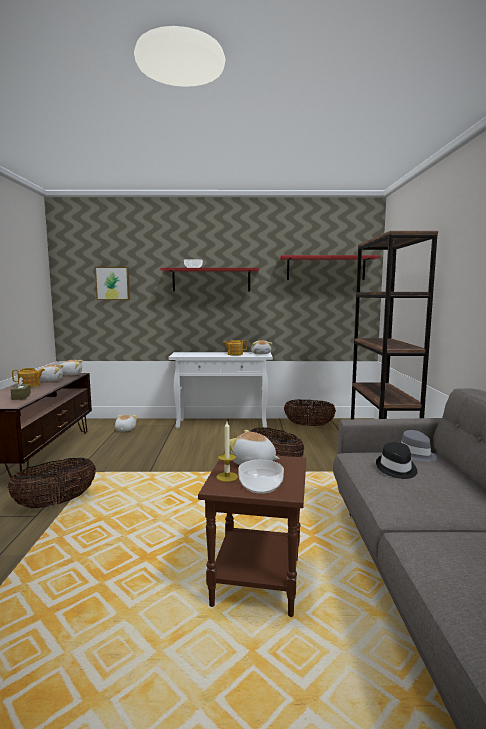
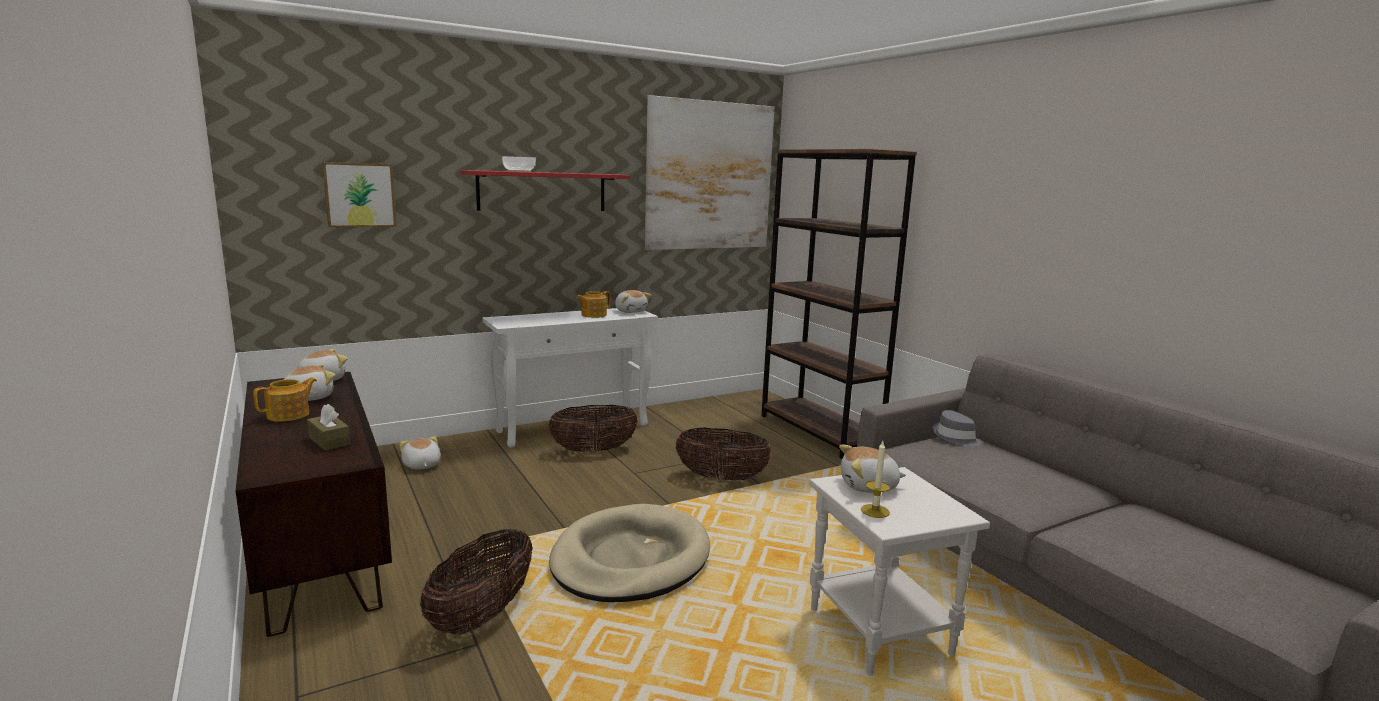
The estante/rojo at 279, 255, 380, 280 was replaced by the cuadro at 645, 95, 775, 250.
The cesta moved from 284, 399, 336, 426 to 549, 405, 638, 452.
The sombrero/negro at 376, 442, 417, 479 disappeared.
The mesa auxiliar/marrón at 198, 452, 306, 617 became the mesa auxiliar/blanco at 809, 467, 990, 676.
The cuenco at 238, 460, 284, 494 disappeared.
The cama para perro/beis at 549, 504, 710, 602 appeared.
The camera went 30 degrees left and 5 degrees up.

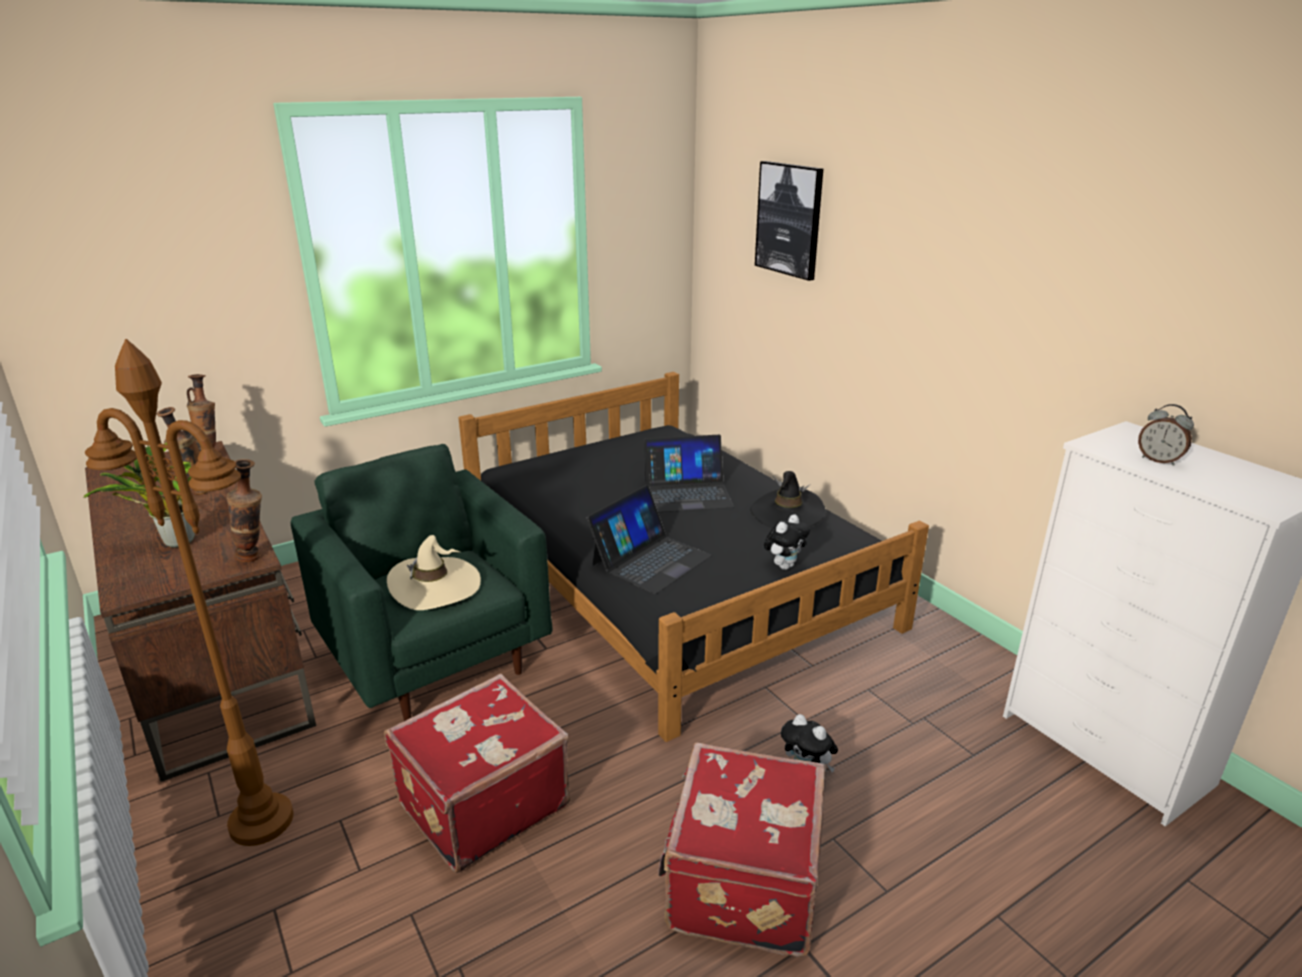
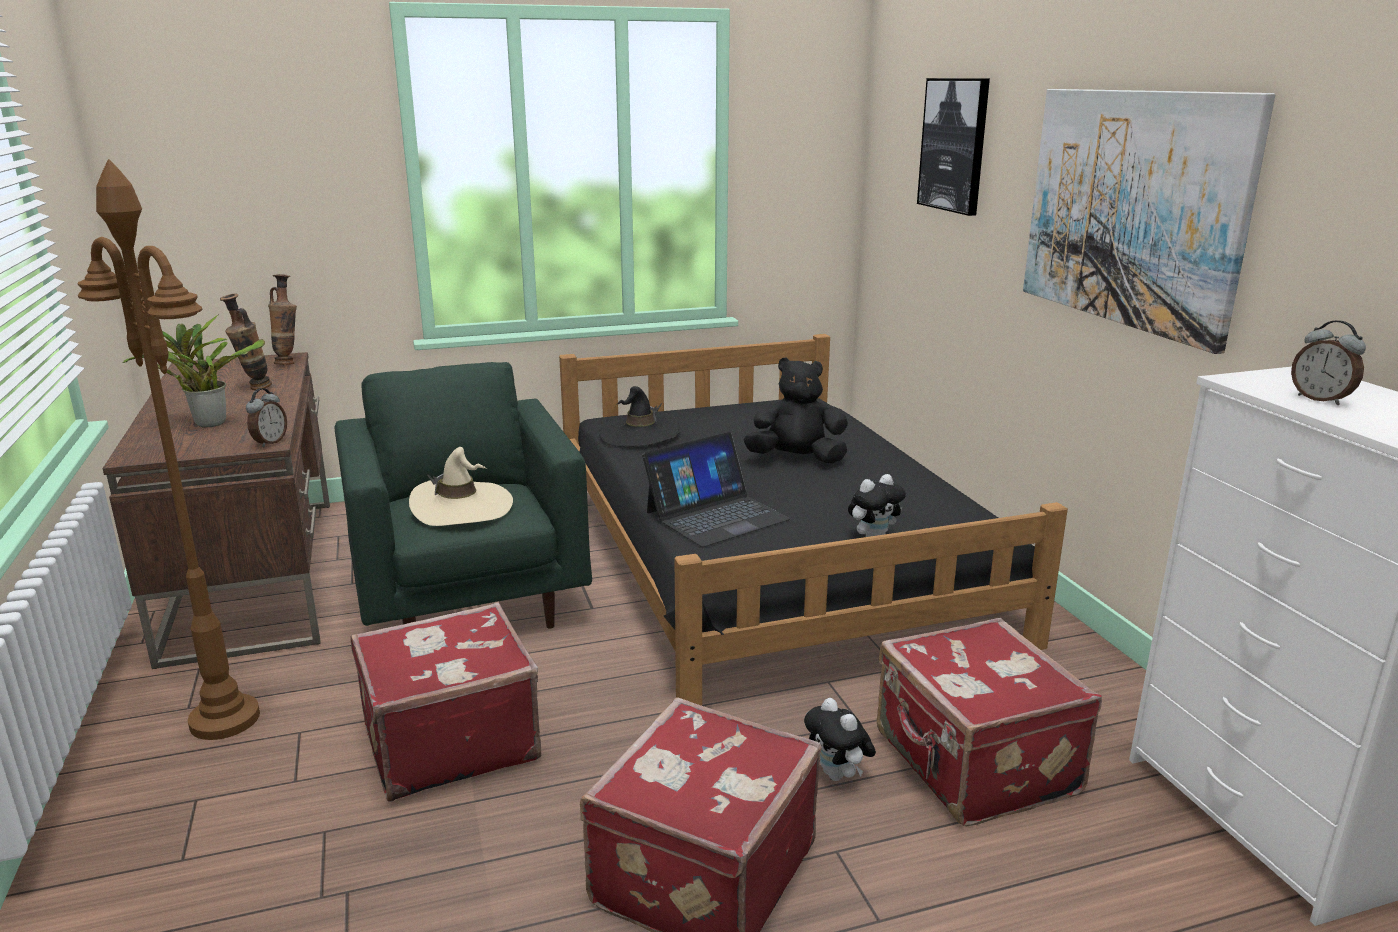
The portátil at 644, 435, 734, 512 was replaced by the peluche/negro at 744, 357, 848, 464.
The florero at 226, 459, 262, 562 was replaced by the despertador at 246, 388, 287, 447.
The sombrero/negro moved from 750, 471, 826, 529 to 599, 386, 679, 446.
The cuadro at 1023, 89, 1275, 354 appeared.
The maleta/rojo at 877, 618, 1102, 826 appeared.
The camera went 15 degrees right and 5 degrees down.

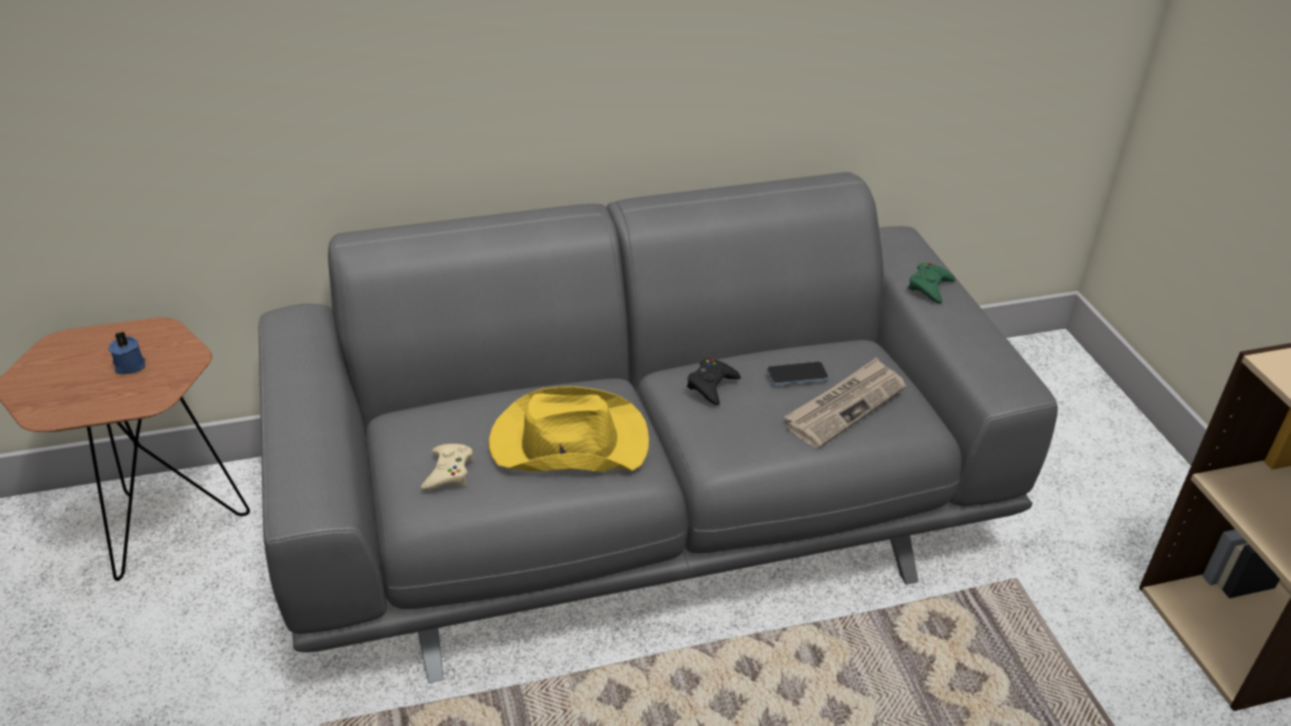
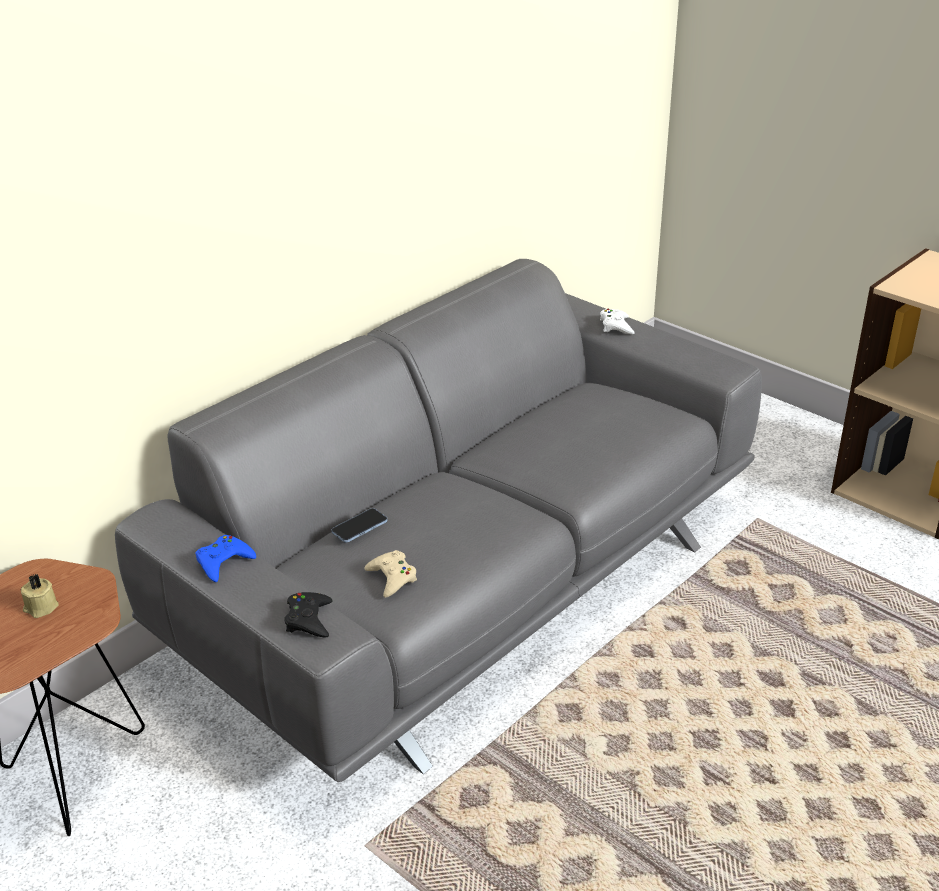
The mando de consola/verde at 908, 263, 956, 304 became the mando de consola/blanco at 600, 309, 635, 334.
The vela/azul at 109, 331, 145, 374 became the vela/beis at 21, 574, 59, 618.
The periódico at 784, 357, 906, 449 disappeared.
The mando de consola/negro moved from 687, 359, 741, 405 to 284, 592, 333, 638.
The móvil moved from 767, 361, 829, 386 to 331, 508, 388, 543.
The sombrero/amarillo at 489, 386, 649, 472 disappeared.
The mando de consola/azul at 195, 535, 256, 582 appeared.
The camera went 30 degrees left and 5 degrees down.

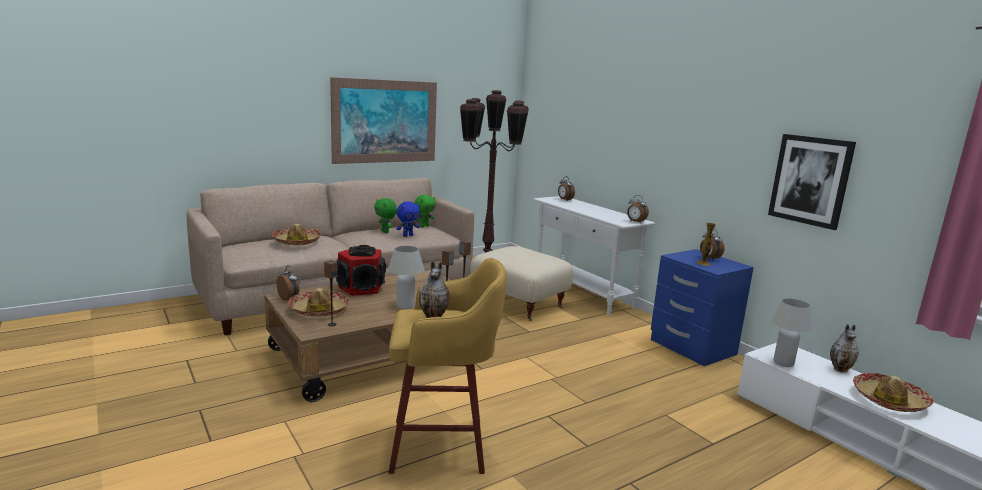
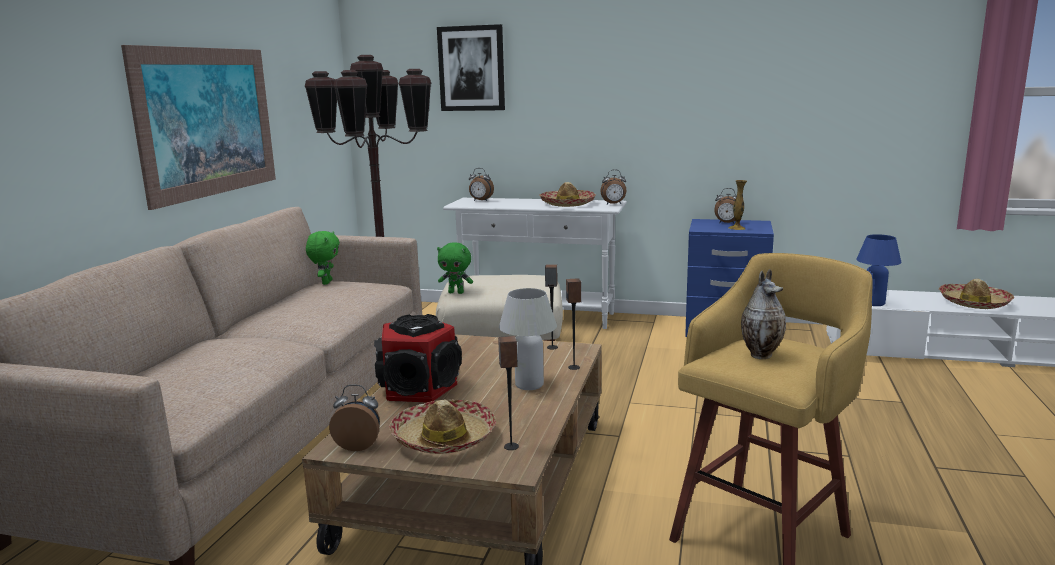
The cuadro moved from 768, 134, 856, 230 to 437, 24, 505, 111.
The peluche/verde moved from 374, 198, 397, 233 to 437, 242, 473, 294.
The peluche/azul at 397, 202, 420, 237 disappeared.
The sombrero moved from 272, 224, 322, 245 to 540, 182, 596, 207.
The lámpara de mesa/blanco at 770, 298, 814, 367 became the lámpara de mesa/azul at 856, 234, 901, 306.
The florero at 830, 324, 859, 373 disappeared.
The camera went 40 degrees left and 0 degrees up.

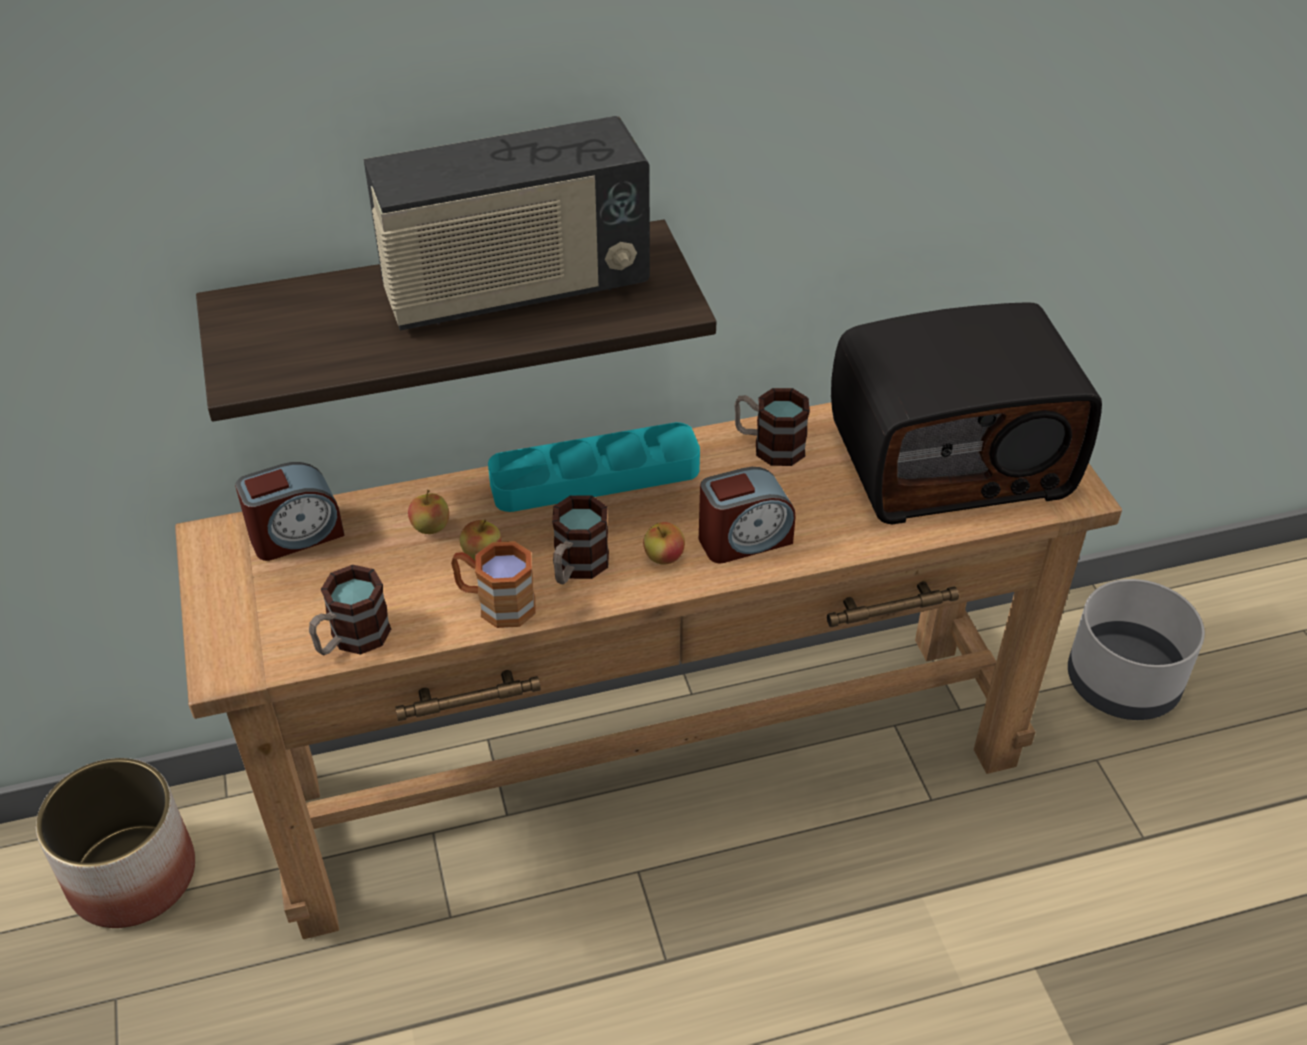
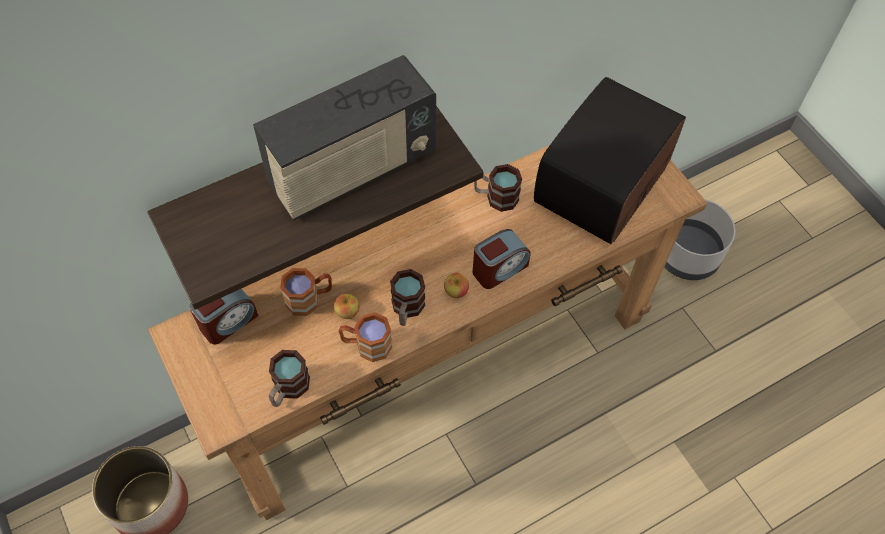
The radio at 831, 302, 1102, 524 turned 150 degrees clockwise.
The bandeja/turquesa at 488, 422, 700, 512 disappeared.
The manzana at 408, 489, 449, 534 was replaced by the taza grande/marrón at 280, 268, 332, 316.
The camera went 15 degrees left and 15 degrees up.

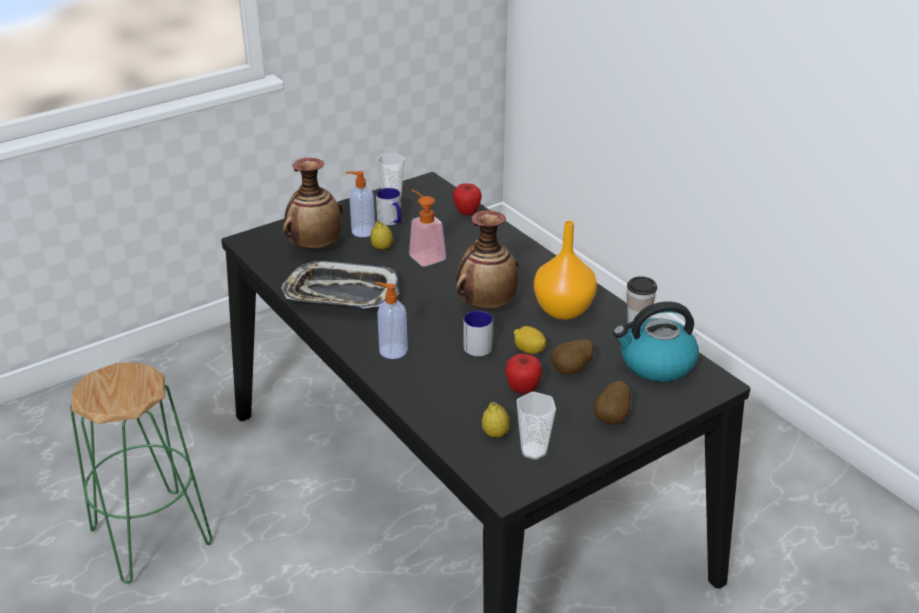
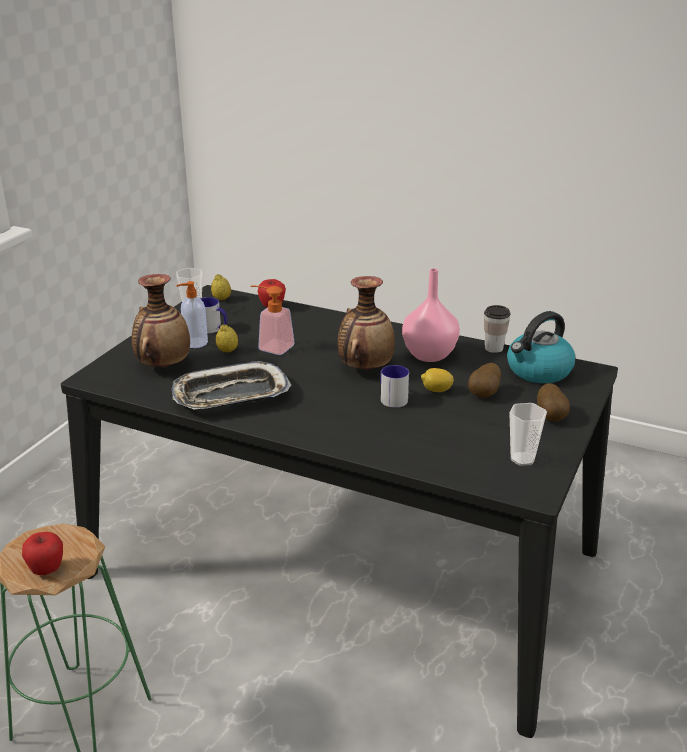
The florero/naranja at 534, 220, 597, 320 became the florero/rosa at 402, 268, 460, 362.
The dispensador de jabón at 375, 282, 408, 359 disappeared.
The manzana moved from 505, 353, 543, 394 to 22, 532, 63, 575.
The limón moved from 482, 402, 510, 438 to 211, 274, 231, 300.
The camera went 30 degrees left and 5 degrees down.

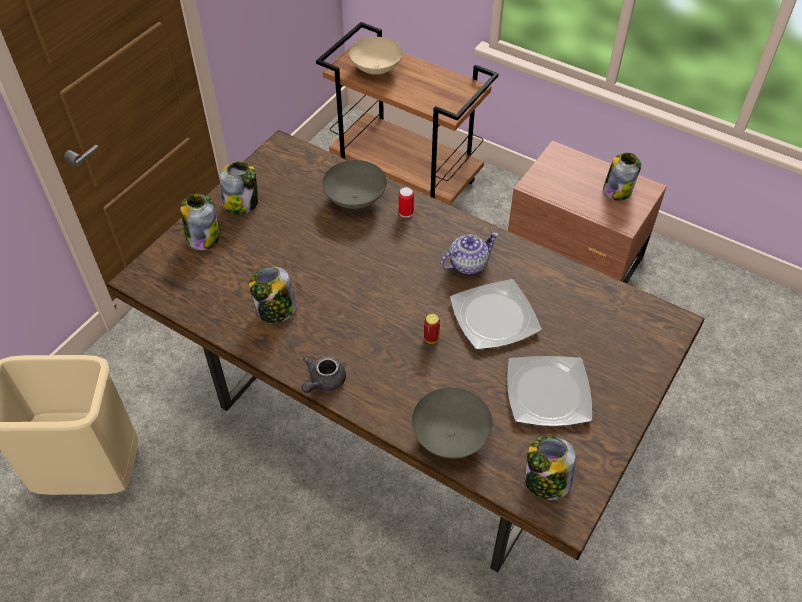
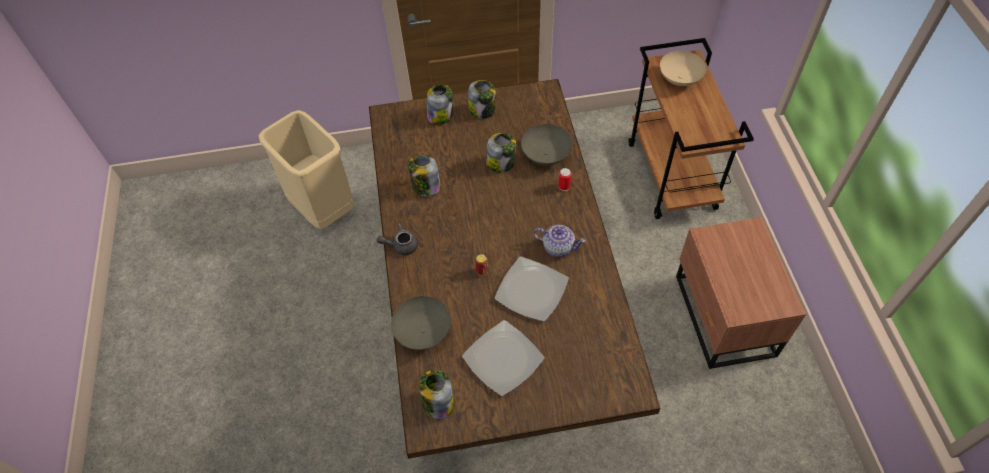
The tarro moved from 603, 153, 641, 201 to 486, 133, 516, 173.
The camera went 50 degrees right and 5 degrees up.

